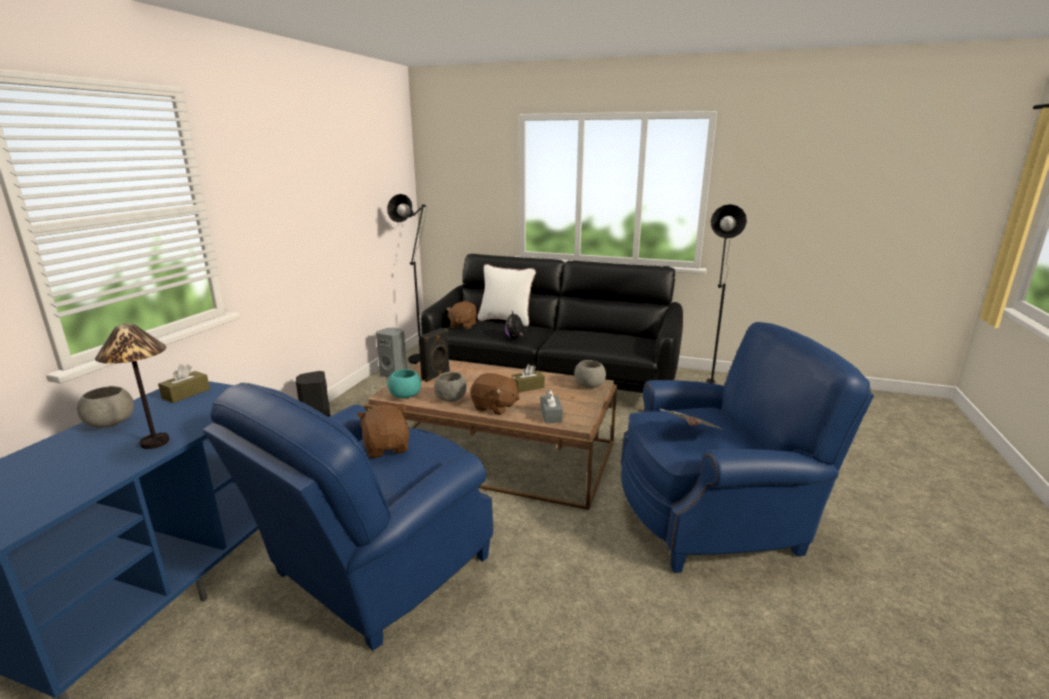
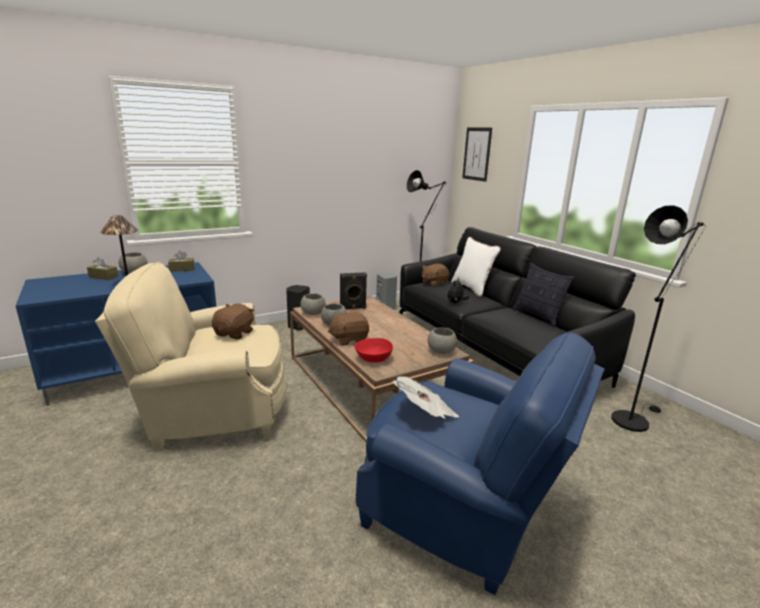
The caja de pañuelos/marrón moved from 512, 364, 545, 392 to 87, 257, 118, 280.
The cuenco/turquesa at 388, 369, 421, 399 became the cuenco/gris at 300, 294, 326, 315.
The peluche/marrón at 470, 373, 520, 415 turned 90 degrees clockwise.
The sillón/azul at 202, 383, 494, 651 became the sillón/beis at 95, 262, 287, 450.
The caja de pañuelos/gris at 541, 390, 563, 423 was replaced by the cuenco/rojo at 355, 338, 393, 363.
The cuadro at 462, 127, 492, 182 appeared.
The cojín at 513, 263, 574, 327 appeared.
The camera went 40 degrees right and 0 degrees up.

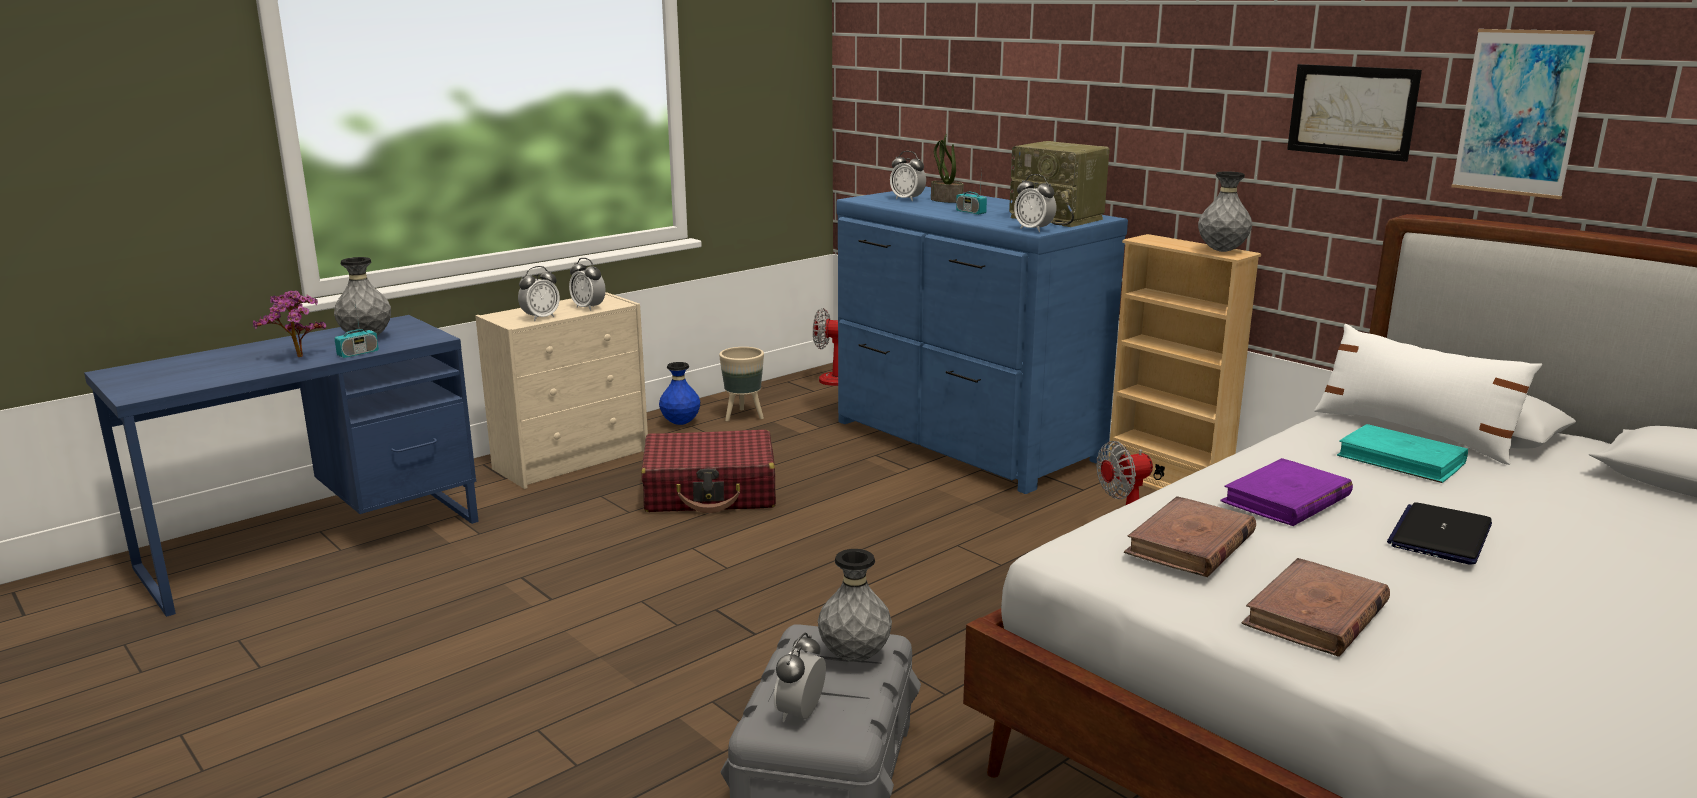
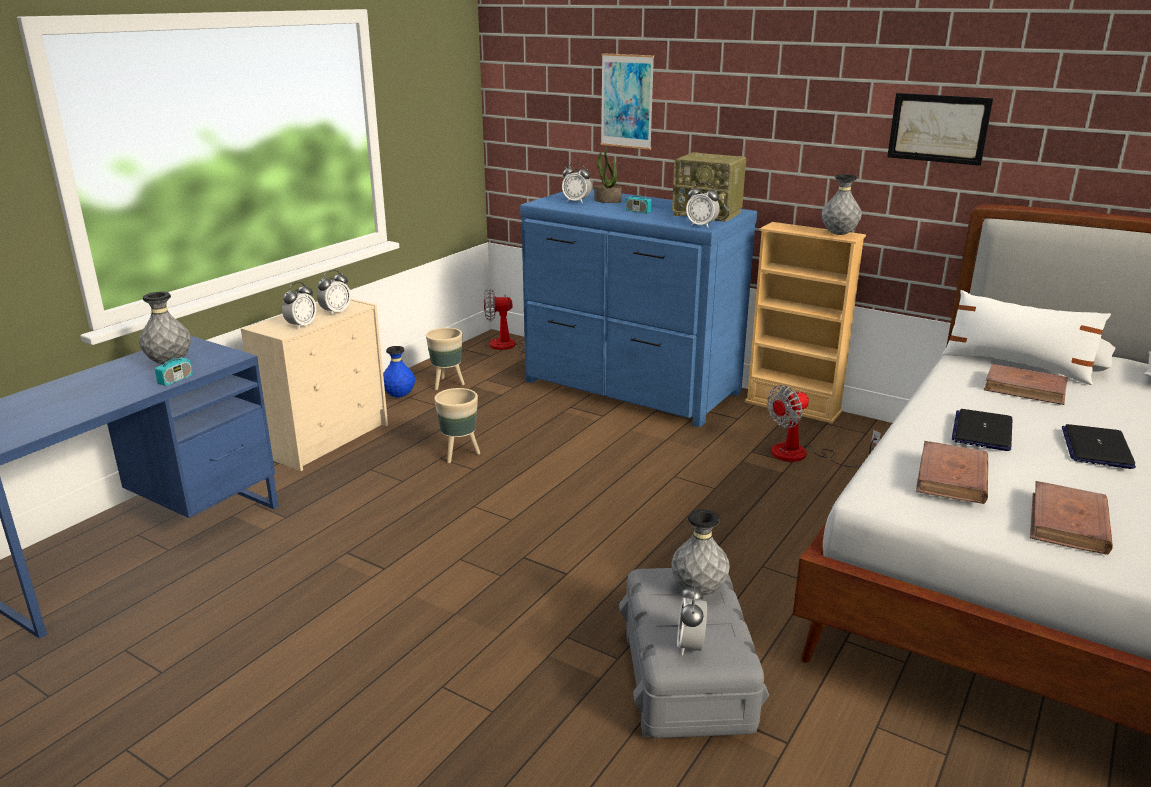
The cuadro moved from 1451, 29, 1595, 199 to 601, 53, 654, 150.
The despertador at 569, 258, 606, 311 turned 75 degrees counterclockwise.
The planta en maceta at 253, 290, 326, 357 disappeared.
The libro/turquesa at 1337, 424, 1468, 483 became the libro/marrón at 984, 364, 1068, 405.
The maleta/rojo at 641, 430, 776, 513 was replaced by the maceta/beis at 434, 388, 480, 463.
The libro/morado at 1220, 458, 1353, 526 was replaced by the portátil at 952, 409, 1012, 451.
The camera went 15 degrees left and 5 degrees up.

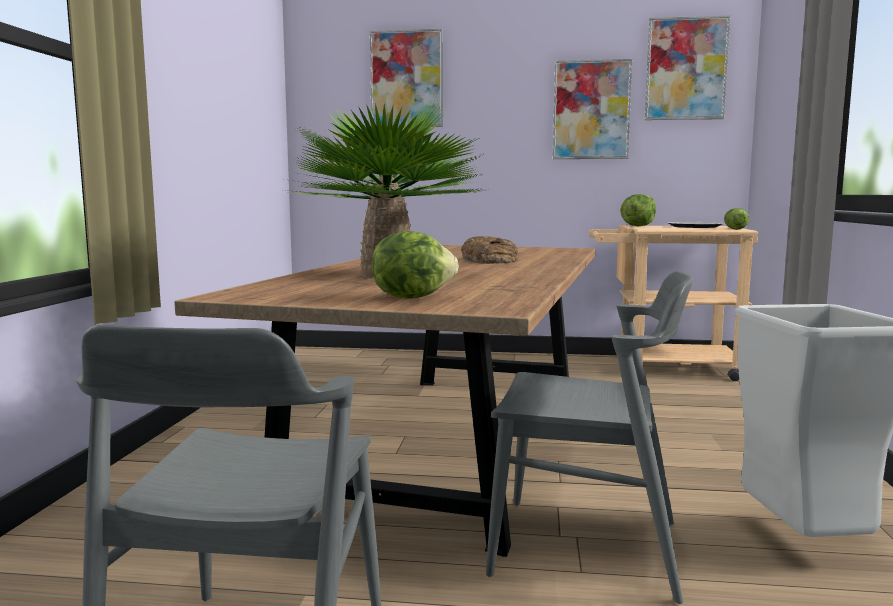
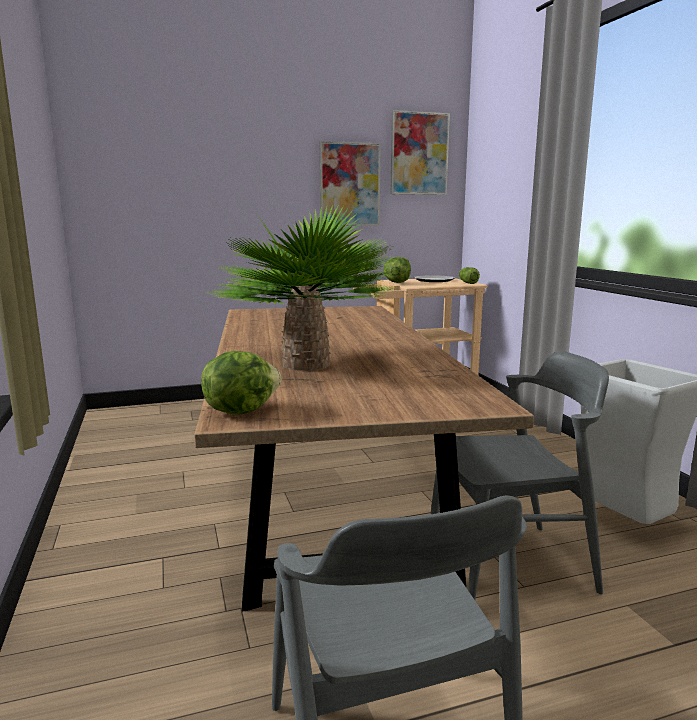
The cuadro at 370, 29, 443, 127 disappeared.
The lechuga moved from 371, 231, 459, 298 to 201, 351, 281, 415.
The pan at 461, 236, 519, 264 disappeared.
The camera went 25 degrees left and 5 degrees up.

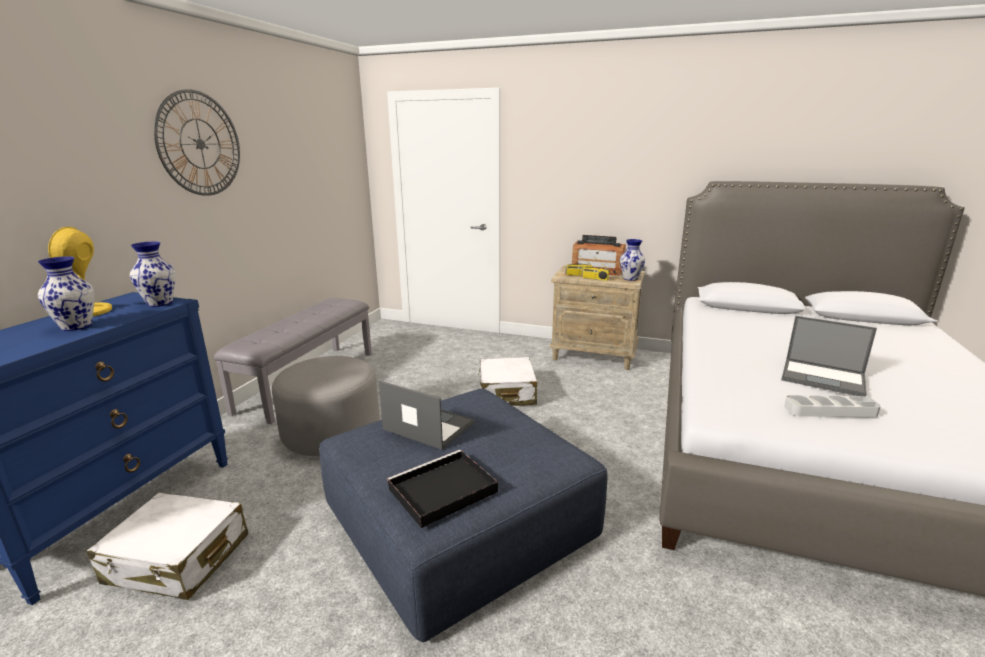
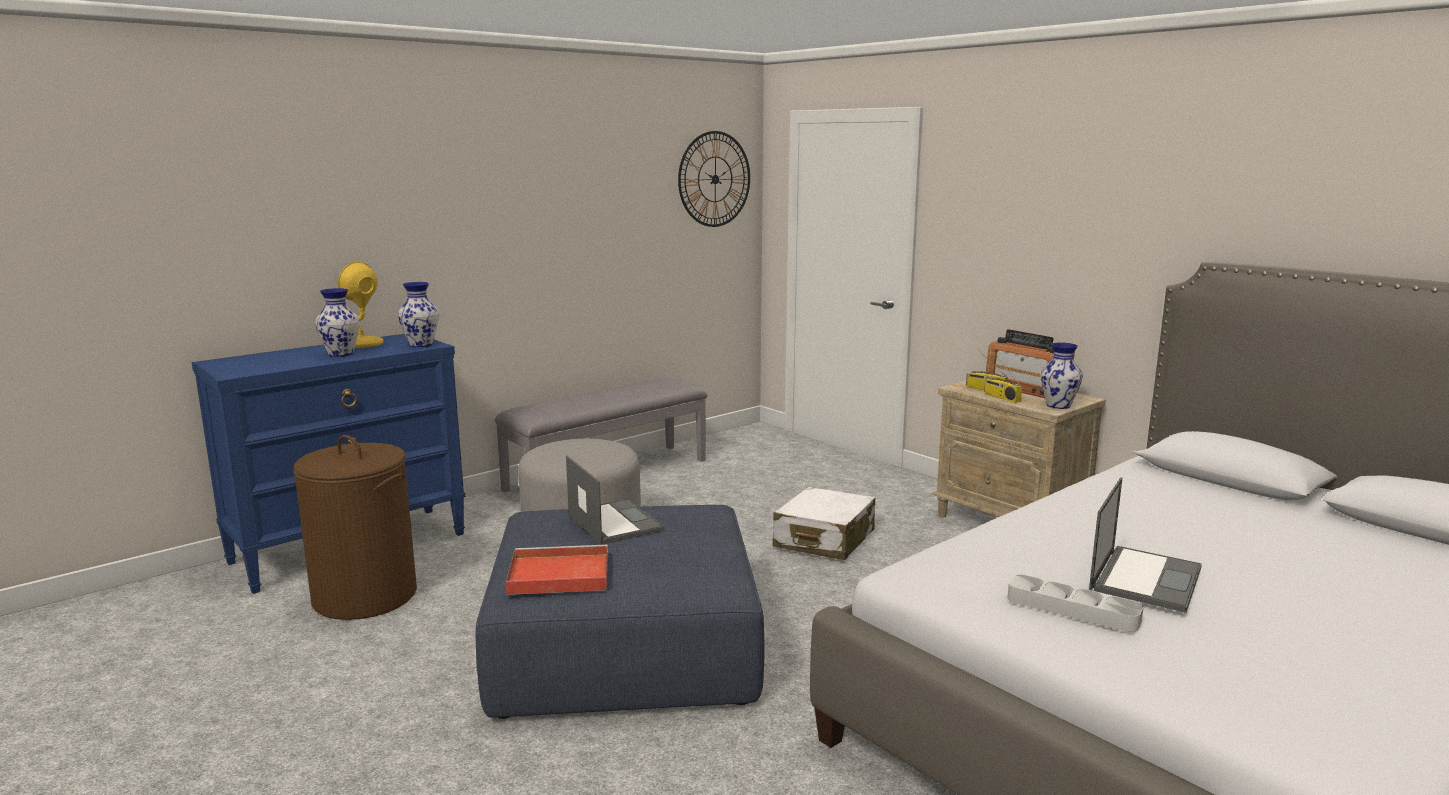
The reloj de pared moved from 154, 89, 240, 196 to 678, 131, 750, 227.
The portátil at 781, 316, 877, 396 turned 120 degrees counterclockwise.
The bandeja/negro at 387, 450, 498, 528 became the bandeja/rojo at 506, 545, 608, 595.
The maleta/blanco at 87, 493, 249, 600 was replaced by the cesto de la ropa/marrón at 293, 435, 417, 620.
The camera went 30 degrees right and 5 degrees down.

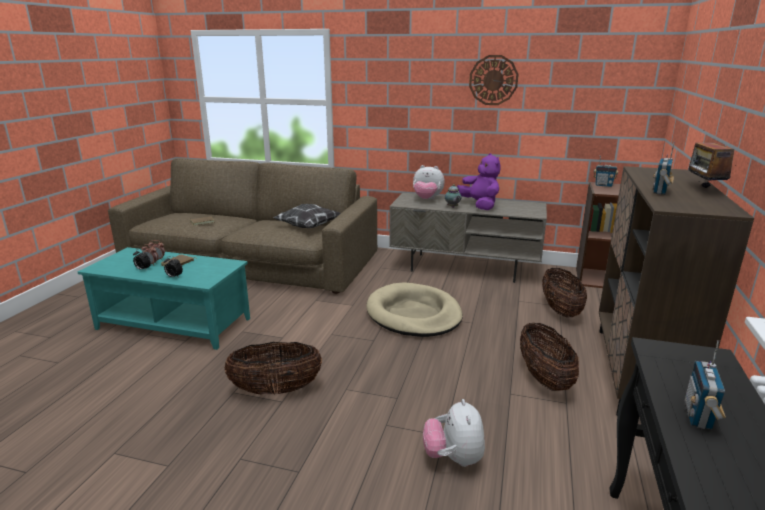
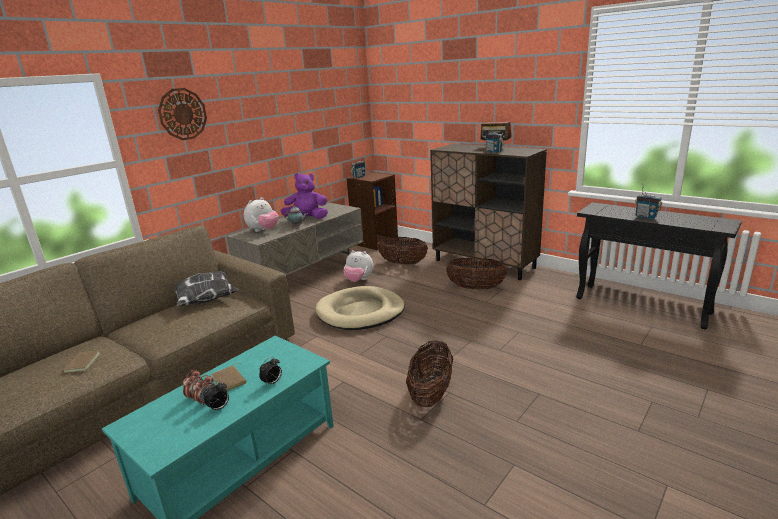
The reloj de pared moved from 469, 55, 519, 105 to 158, 88, 207, 140.
The peluche moved from 423, 399, 485, 467 to 343, 250, 373, 282.
The camera went 65 degrees left and 0 degrees up.

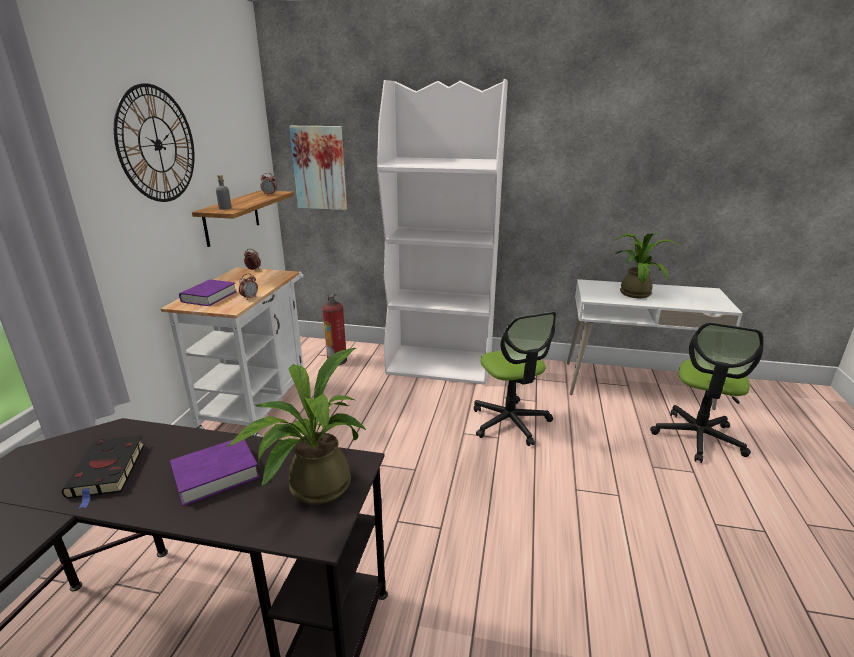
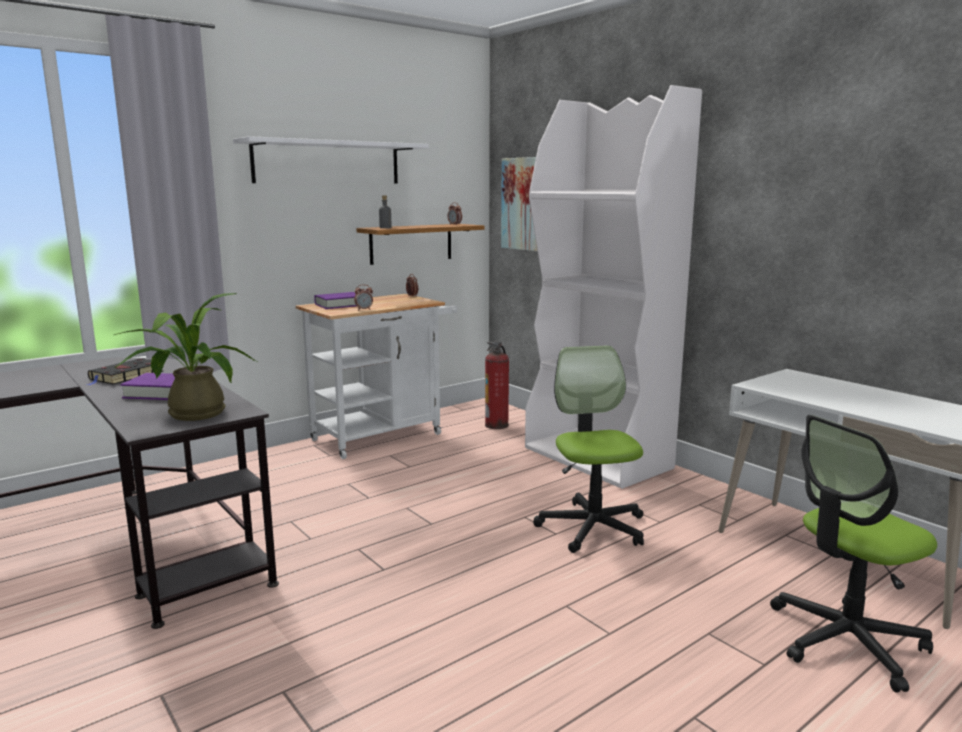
The reloj de pared at 114, 83, 195, 202 was replaced by the estante/blanco at 233, 136, 429, 184.
The planta en maceta at 615, 233, 680, 298 disappeared.
The silla de oficina at 474, 312, 556, 446 turned 150 degrees clockwise.
The camera went 40 degrees right and 10 degrees down.

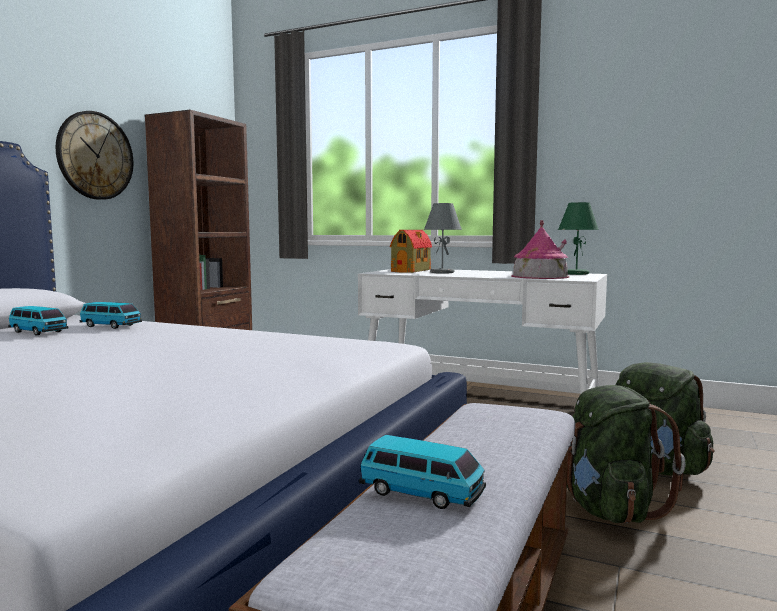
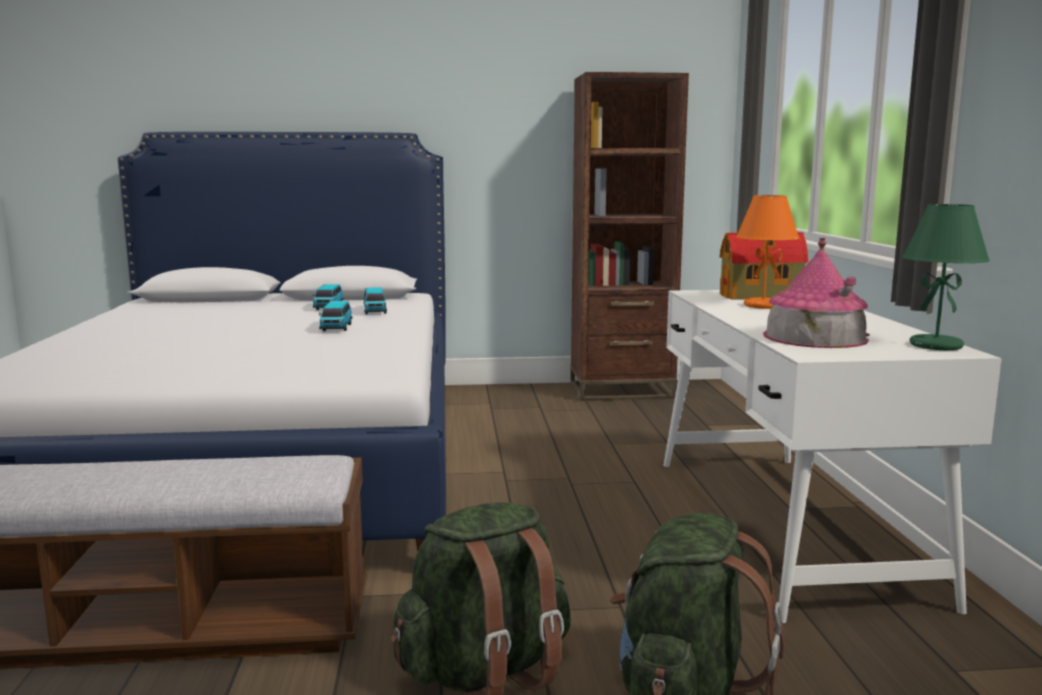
The reloj de pared at 56, 111, 133, 200 disappeared.
The lámpara de mesa/gris at 424, 203, 462, 274 became the lámpara de mesa/naranja at 736, 195, 799, 309.
The coche de juguete moved from 359, 435, 486, 509 to 319, 301, 352, 331.
The camera went 60 degrees right and 5 degrees up.

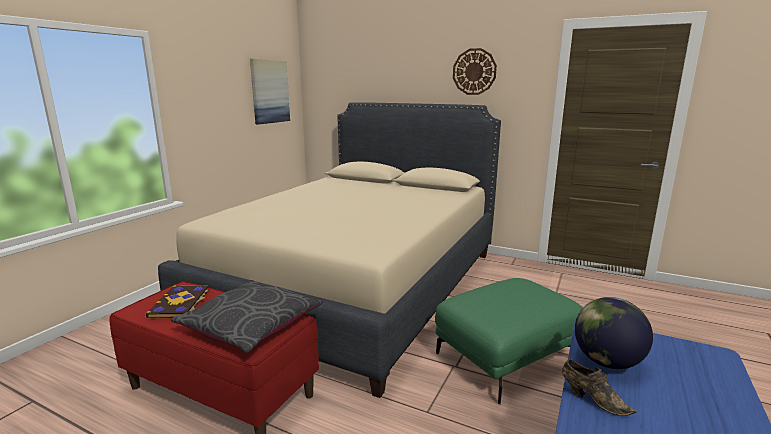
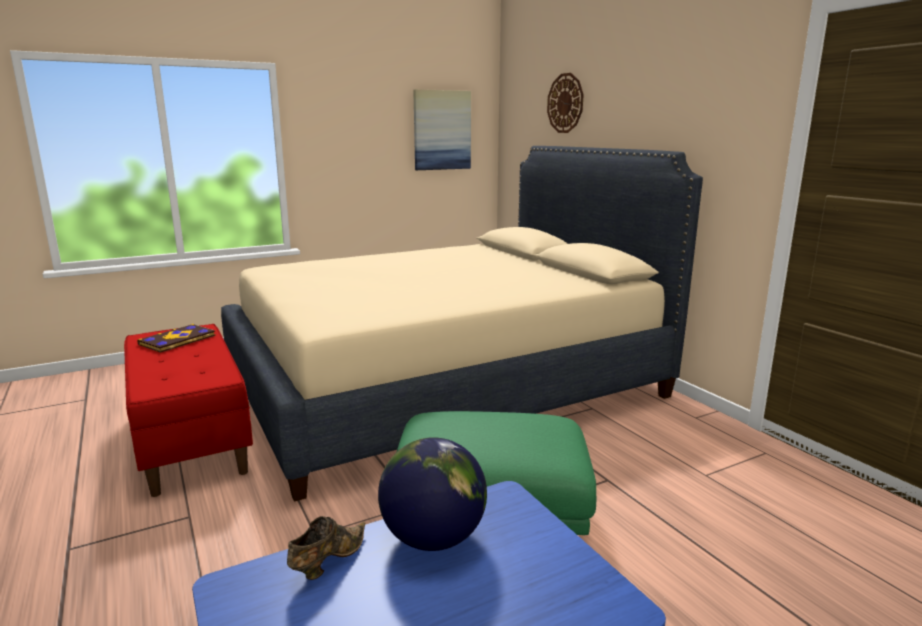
The reloj de pared moved from 453, 48, 497, 95 to 547, 73, 584, 133.
The cojín/gris at 171, 280, 323, 353 disappeared.
The zapato/marrón at 562, 359, 637, 416 turned 135 degrees counterclockwise.
The camera went 35 degrees right and 0 degrees up.

